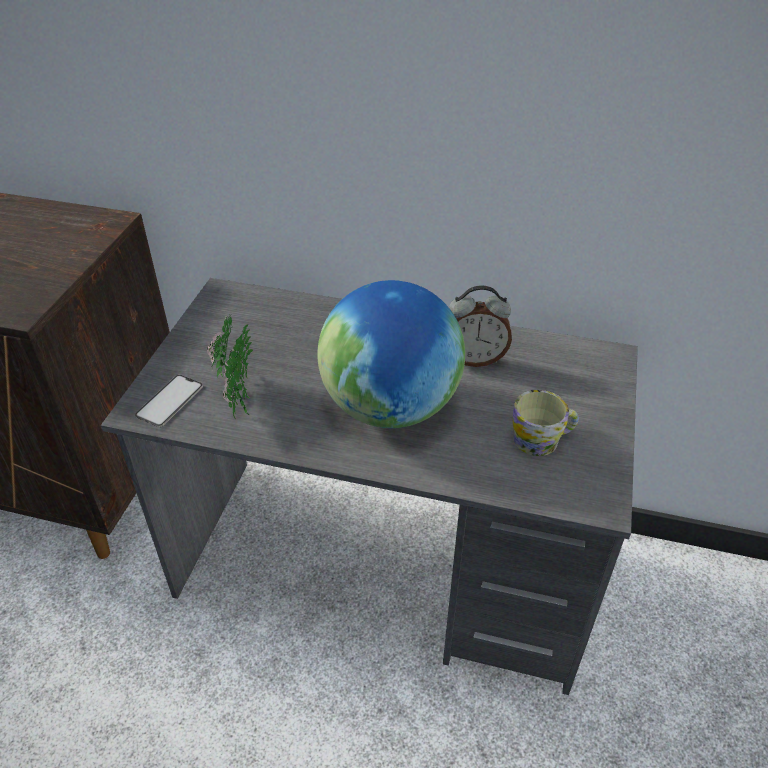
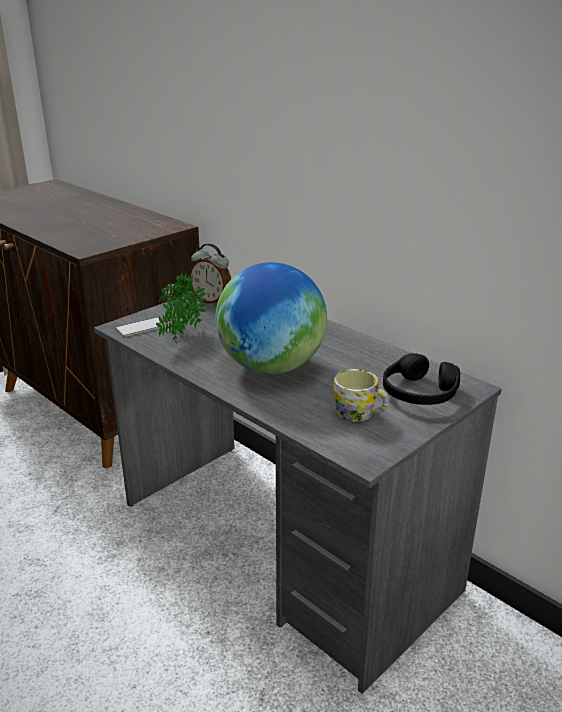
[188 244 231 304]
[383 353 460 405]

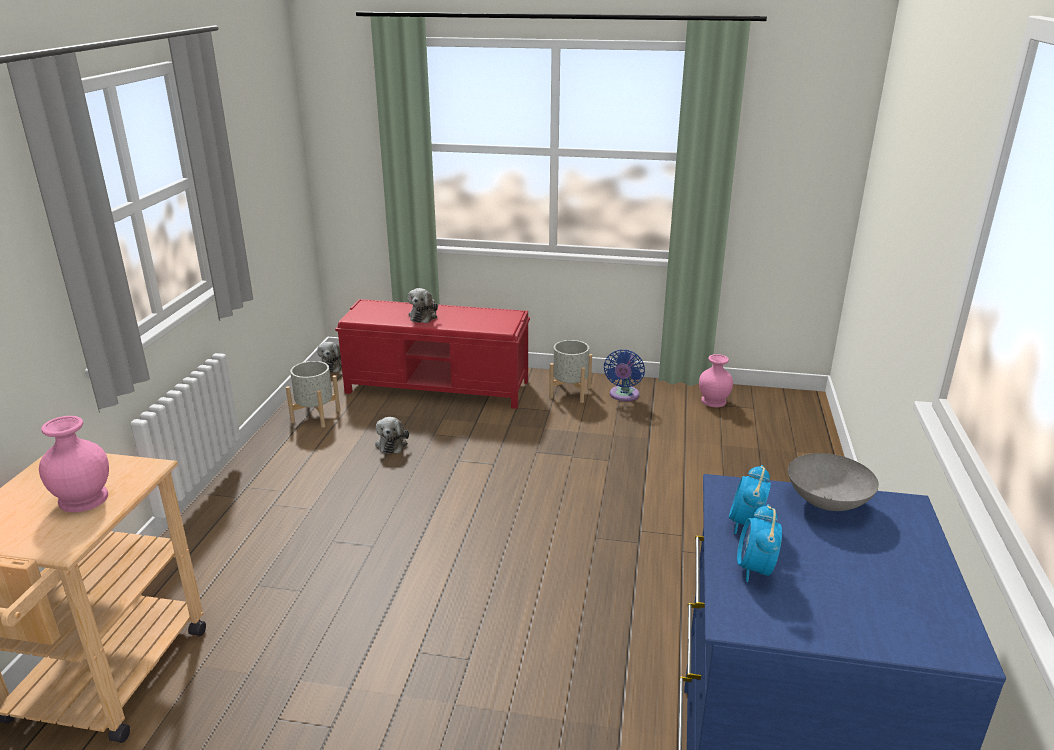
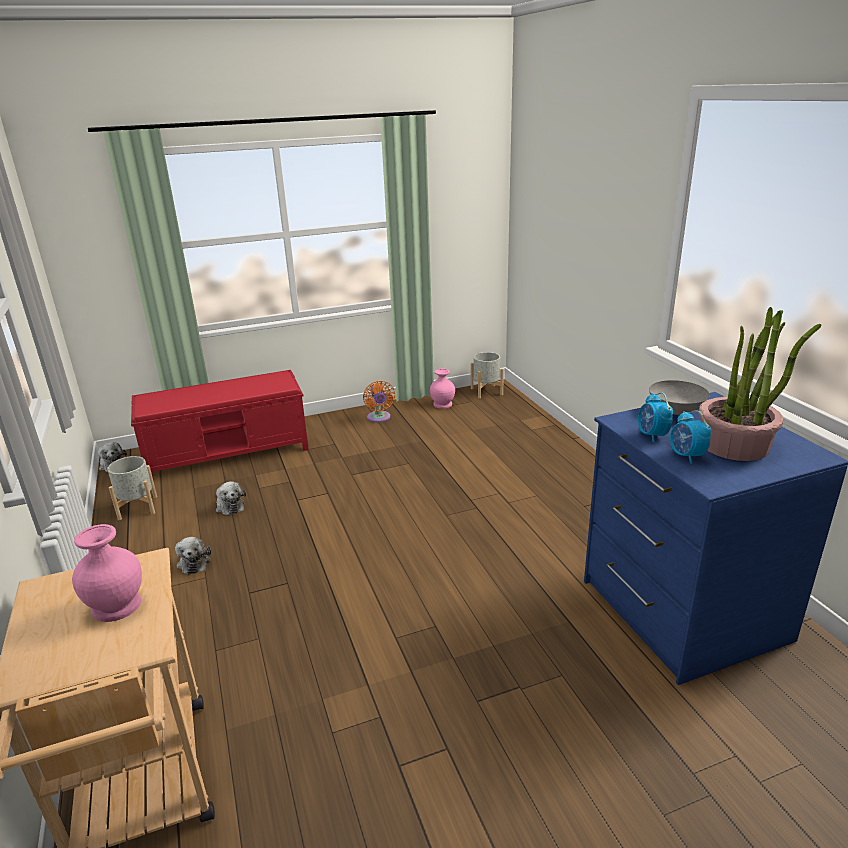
[175 537 211 575]
[363 381 395 423]
[471 352 504 398]
[699 307 821 461]

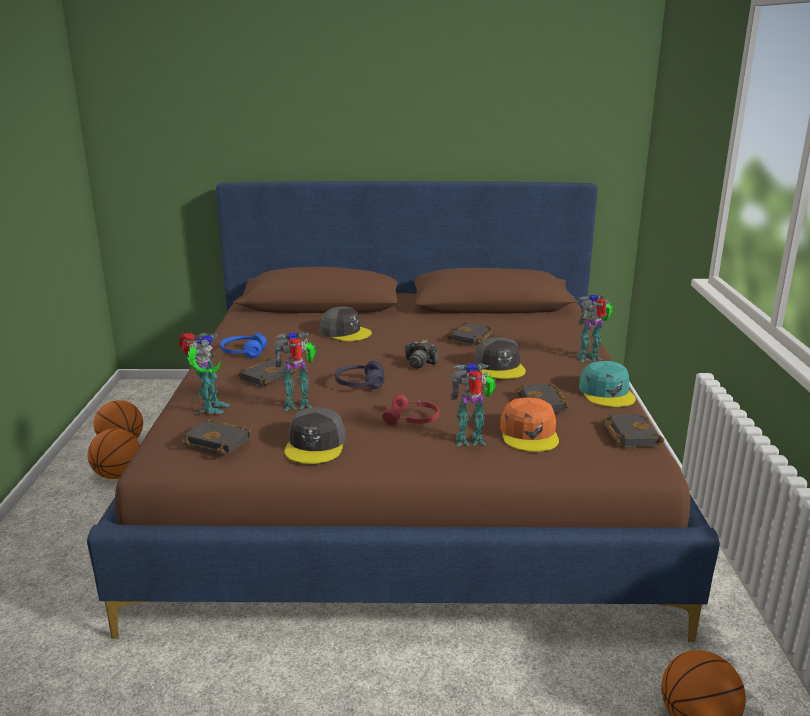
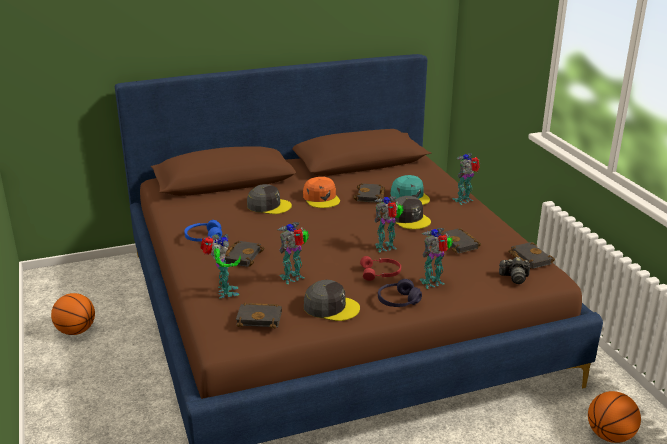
[303 177 340 208]
[304 280 360 321]
[374 196 404 252]
[378 279 422 307]
[391 175 430 205]
[499 257 530 284]
[88 428 140 479] (first image)

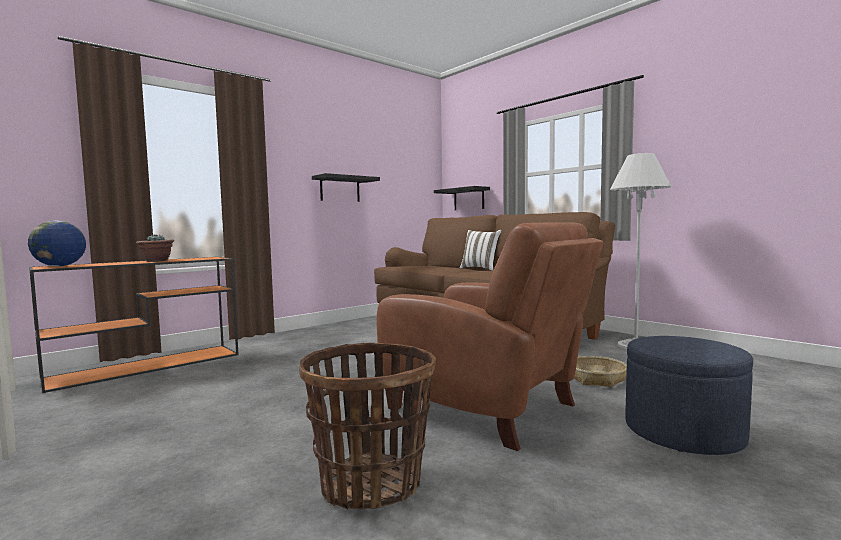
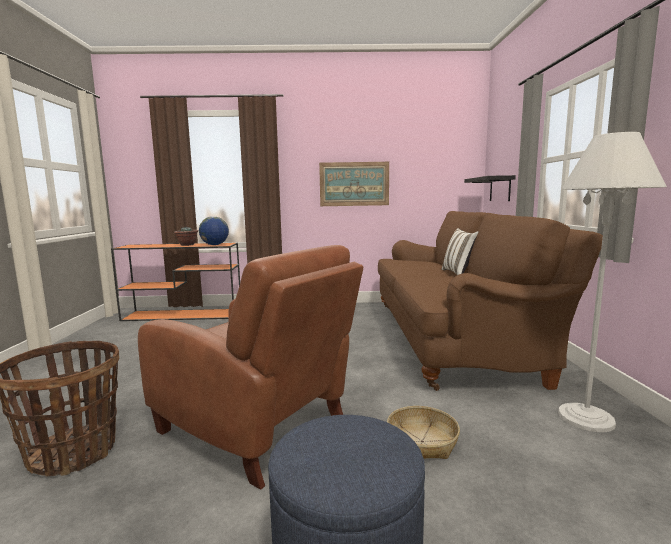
[138 245 363 490]
[199 216 229 245]
[319 162 389 206]

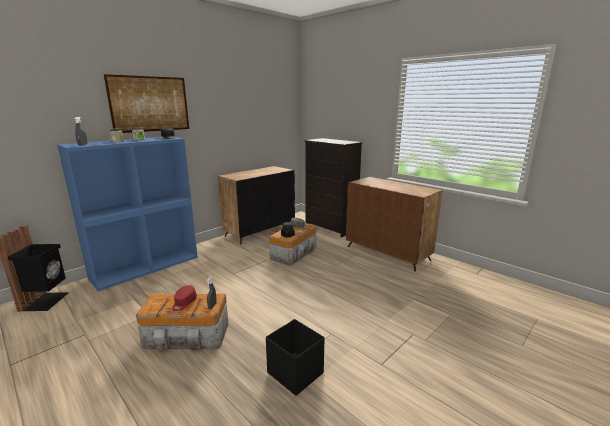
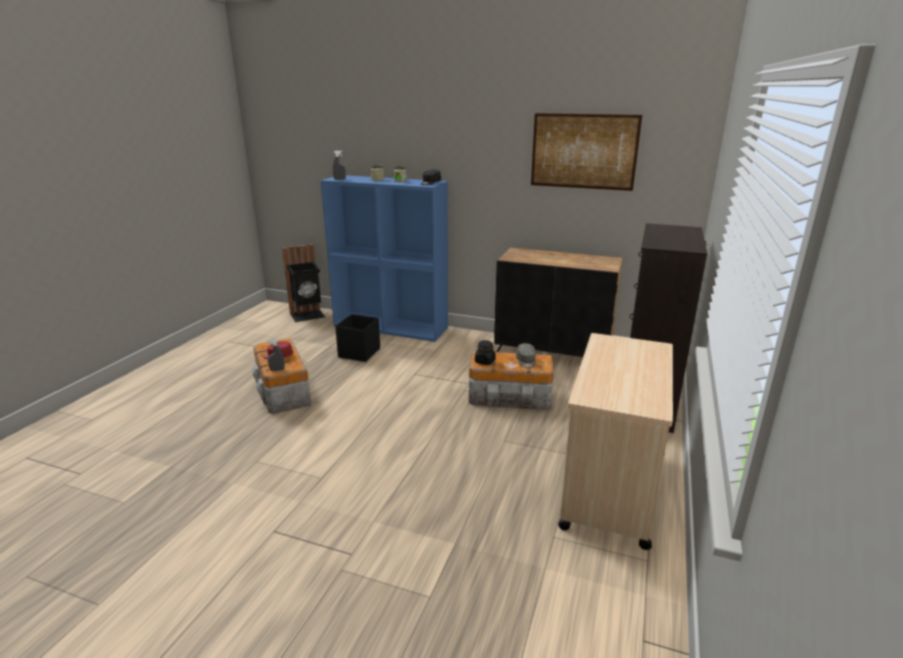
[335 314 380 362]
[531 113 642 191]
[558 333 673 550]

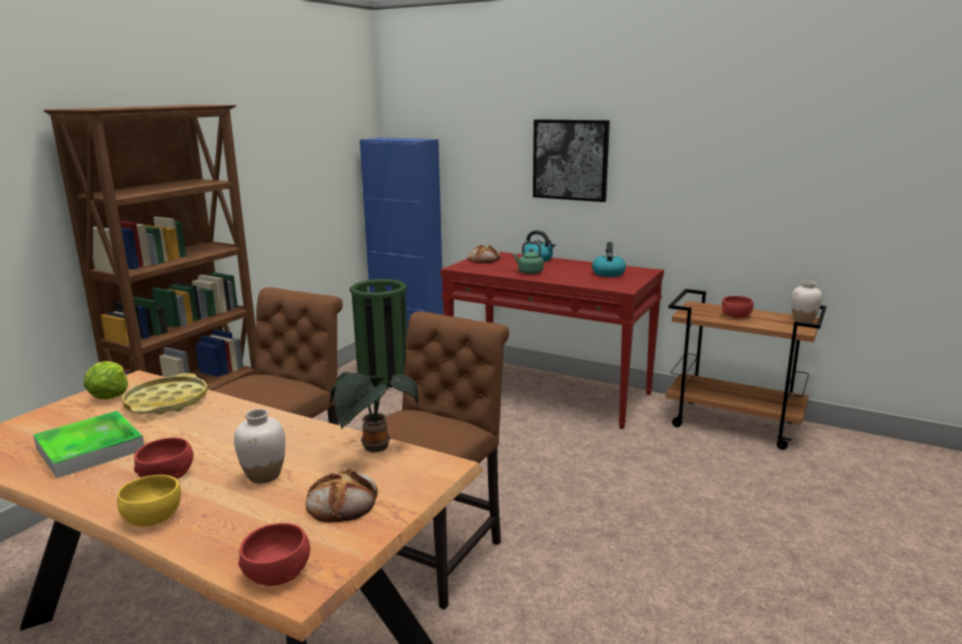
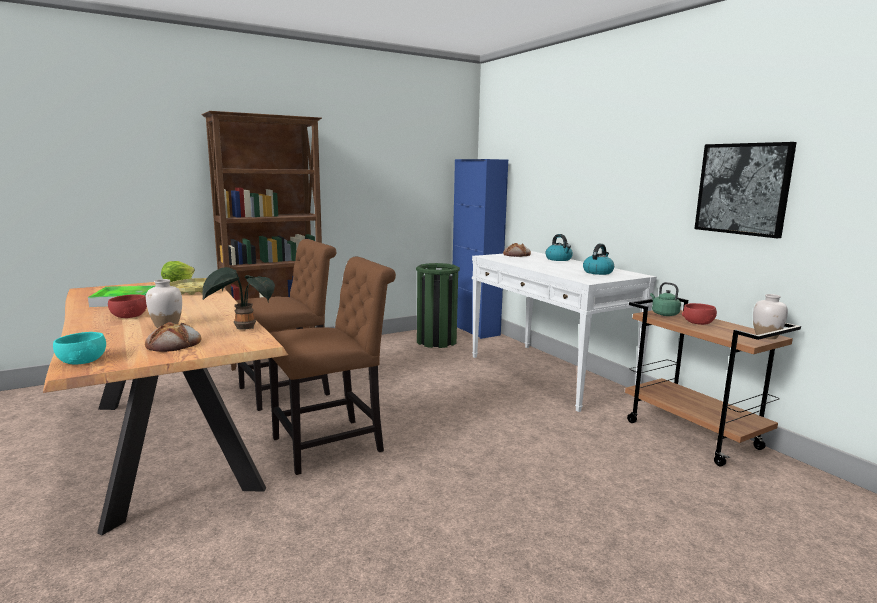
[53 332 106 365]
[472 251 657 412]
[650 282 681 316]
[694 142 797 238]
[117 475 181 527] (first image)

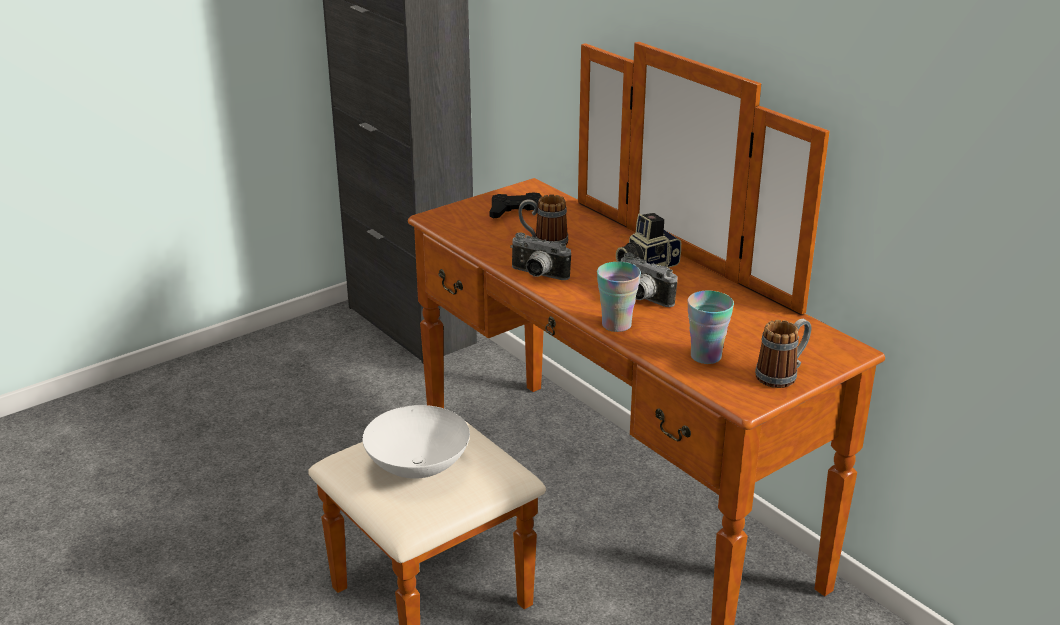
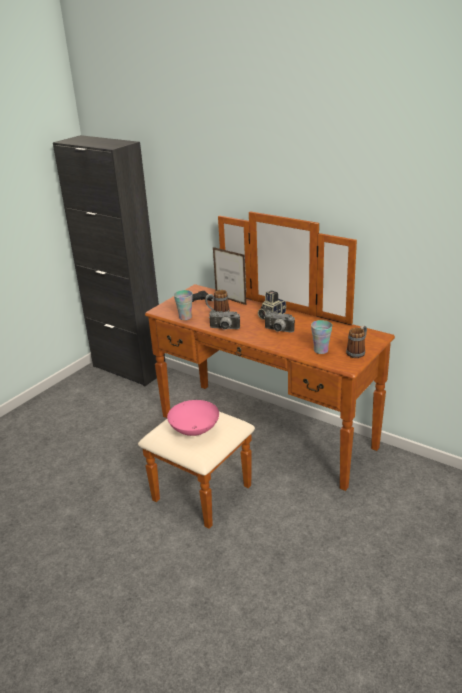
[167 400 219 436]
[174 290 193 320]
[213 247 246 305]

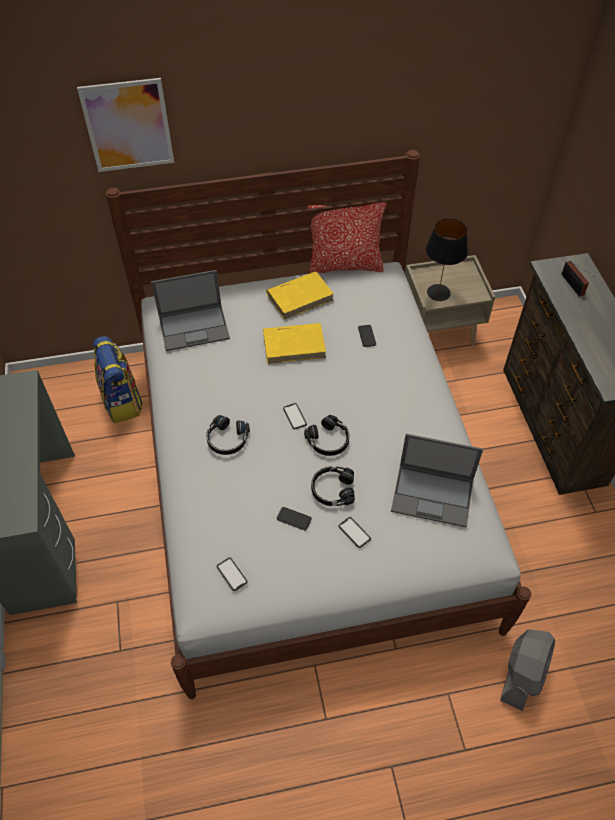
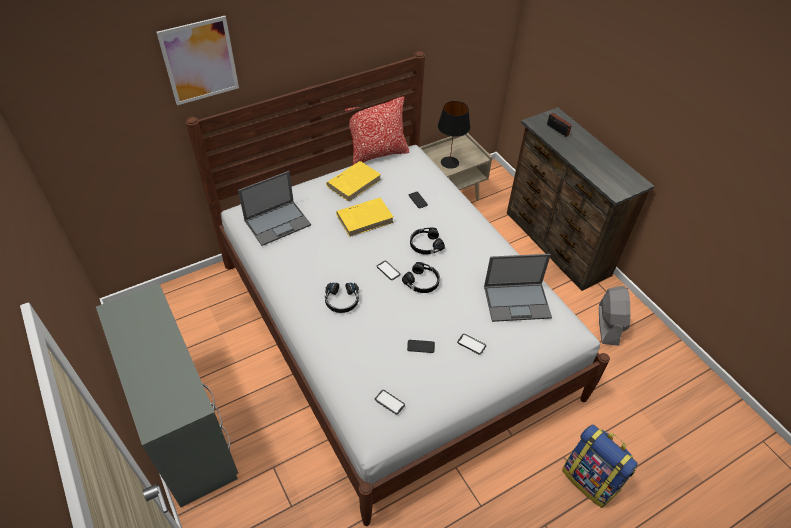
[410 227 445 255]
[562 424 638 508]
[599 285 630 346]

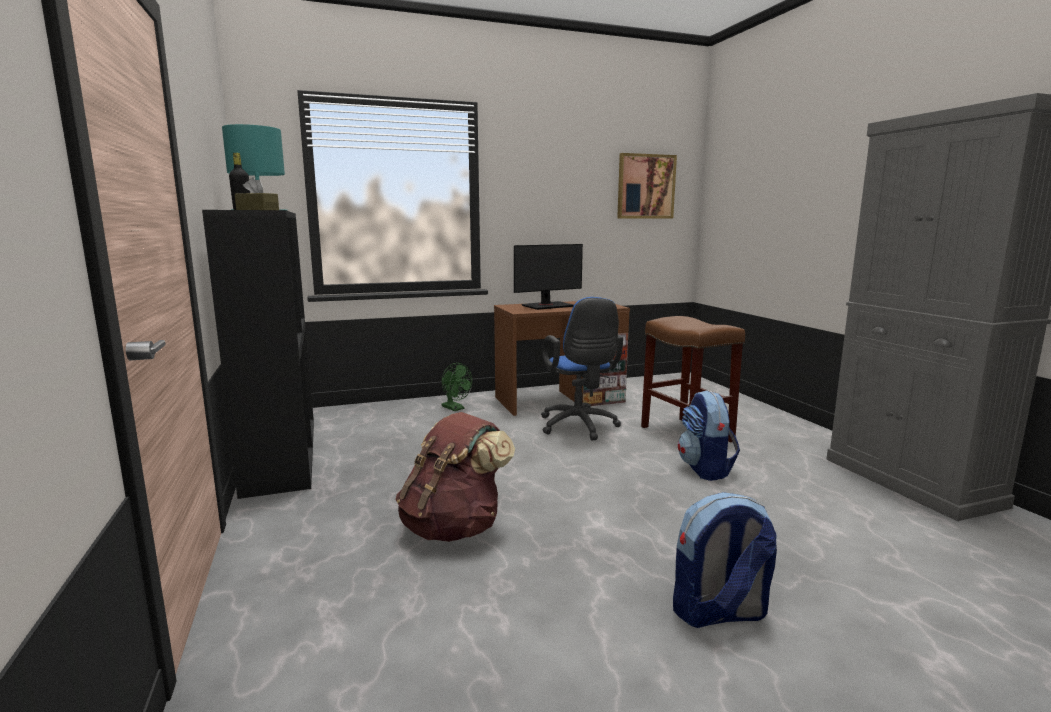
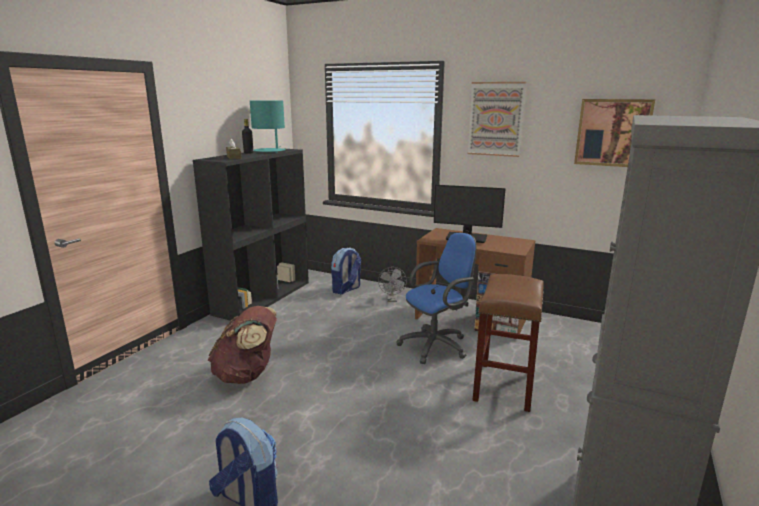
[331 248 361 294]
[378 267 407 302]
[396 233 477 364]
[468 82 526 157]

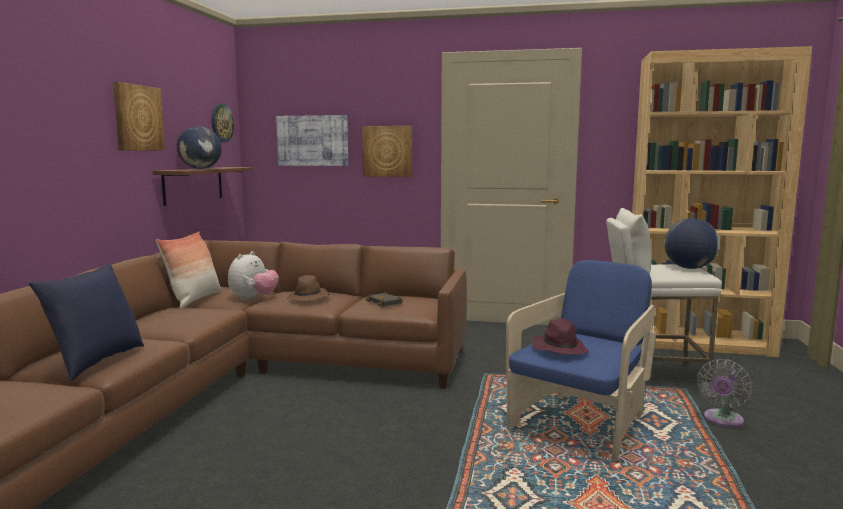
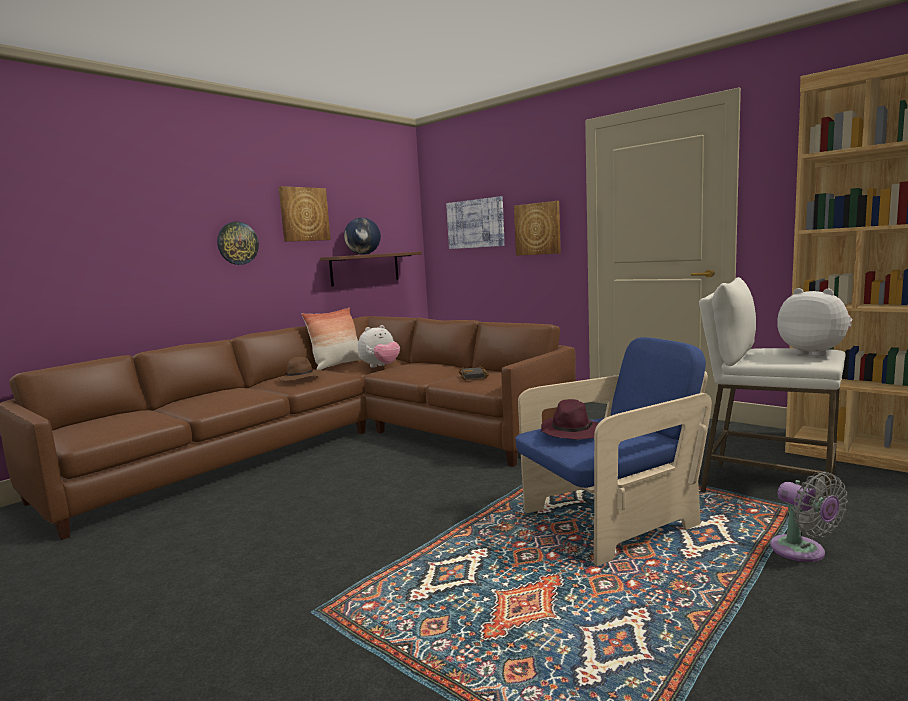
[217 222 259 265]
[278 357 322 381]
[770 472 848 562]
[777 288 852 356]
[29 264 144 381] (first image)

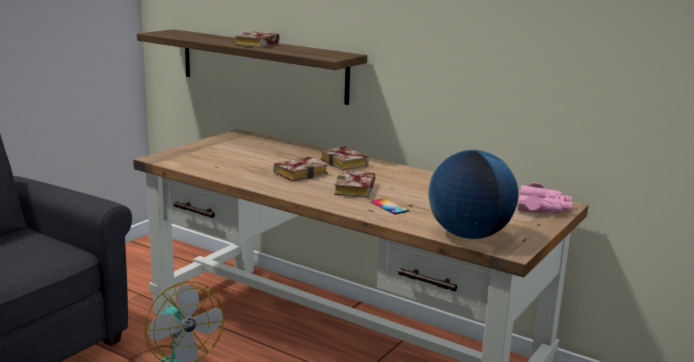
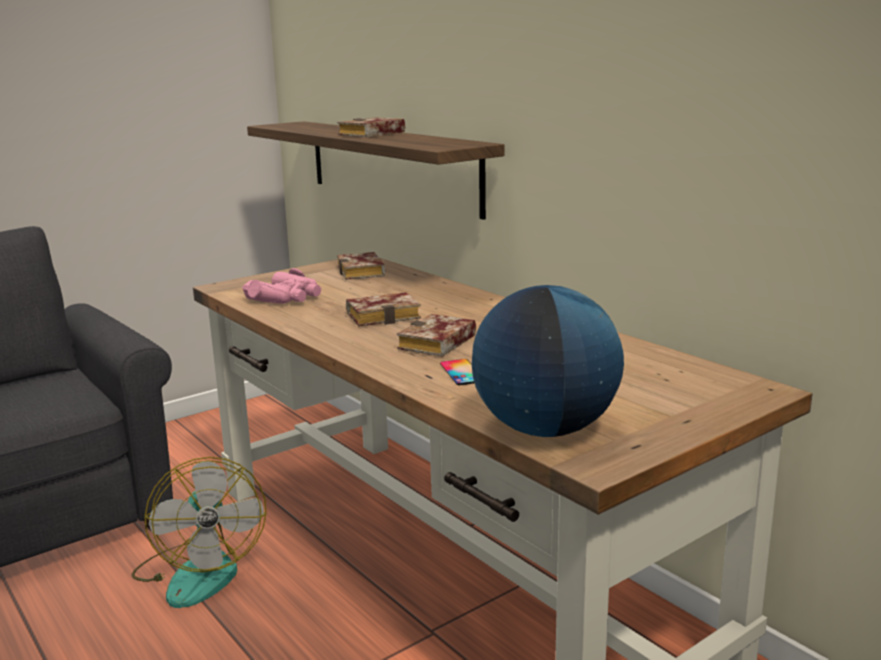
[242 268 321 304]
[337 252 385 280]

